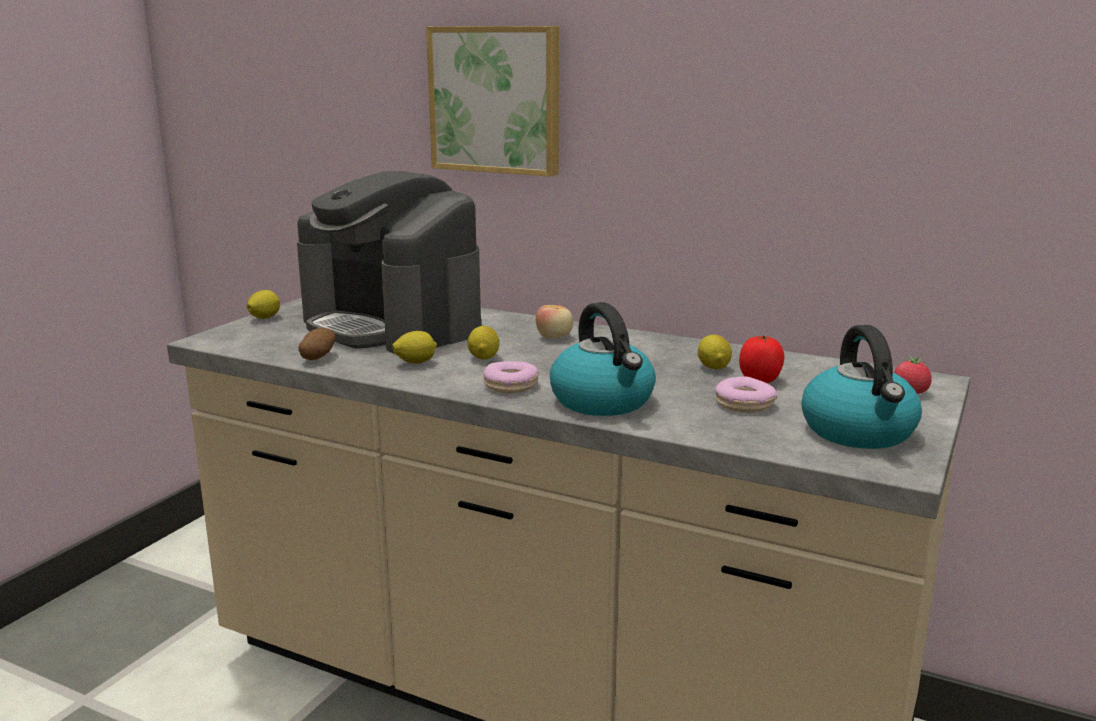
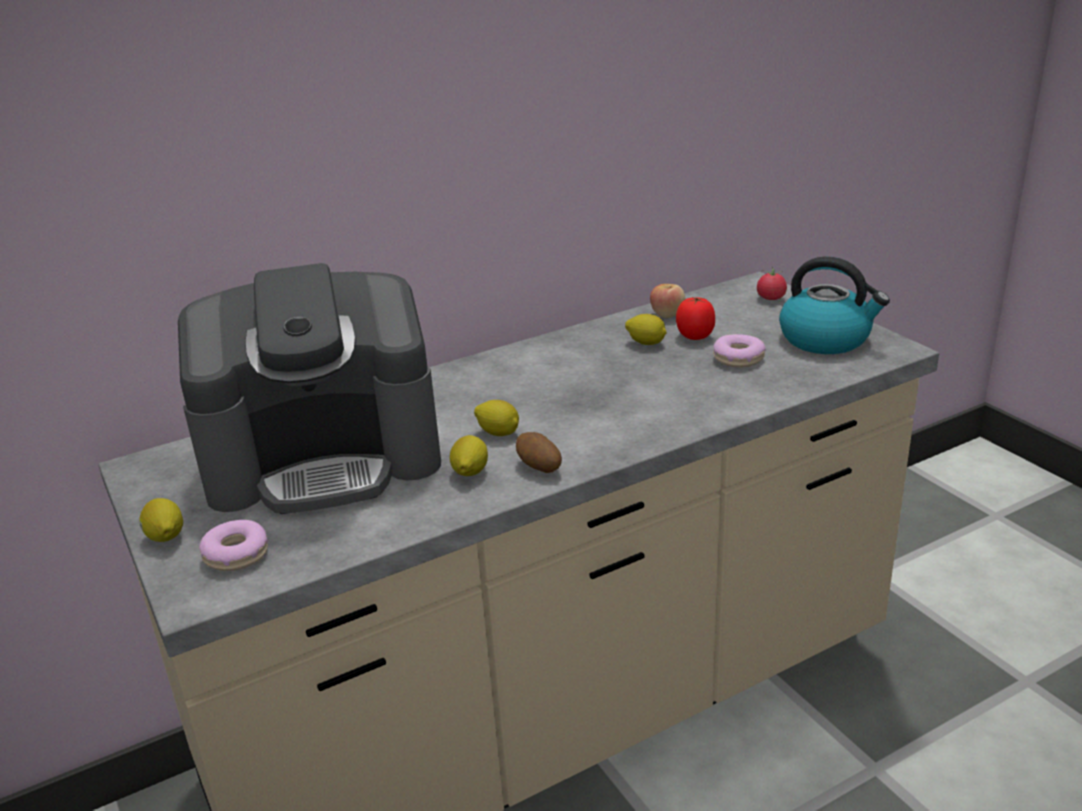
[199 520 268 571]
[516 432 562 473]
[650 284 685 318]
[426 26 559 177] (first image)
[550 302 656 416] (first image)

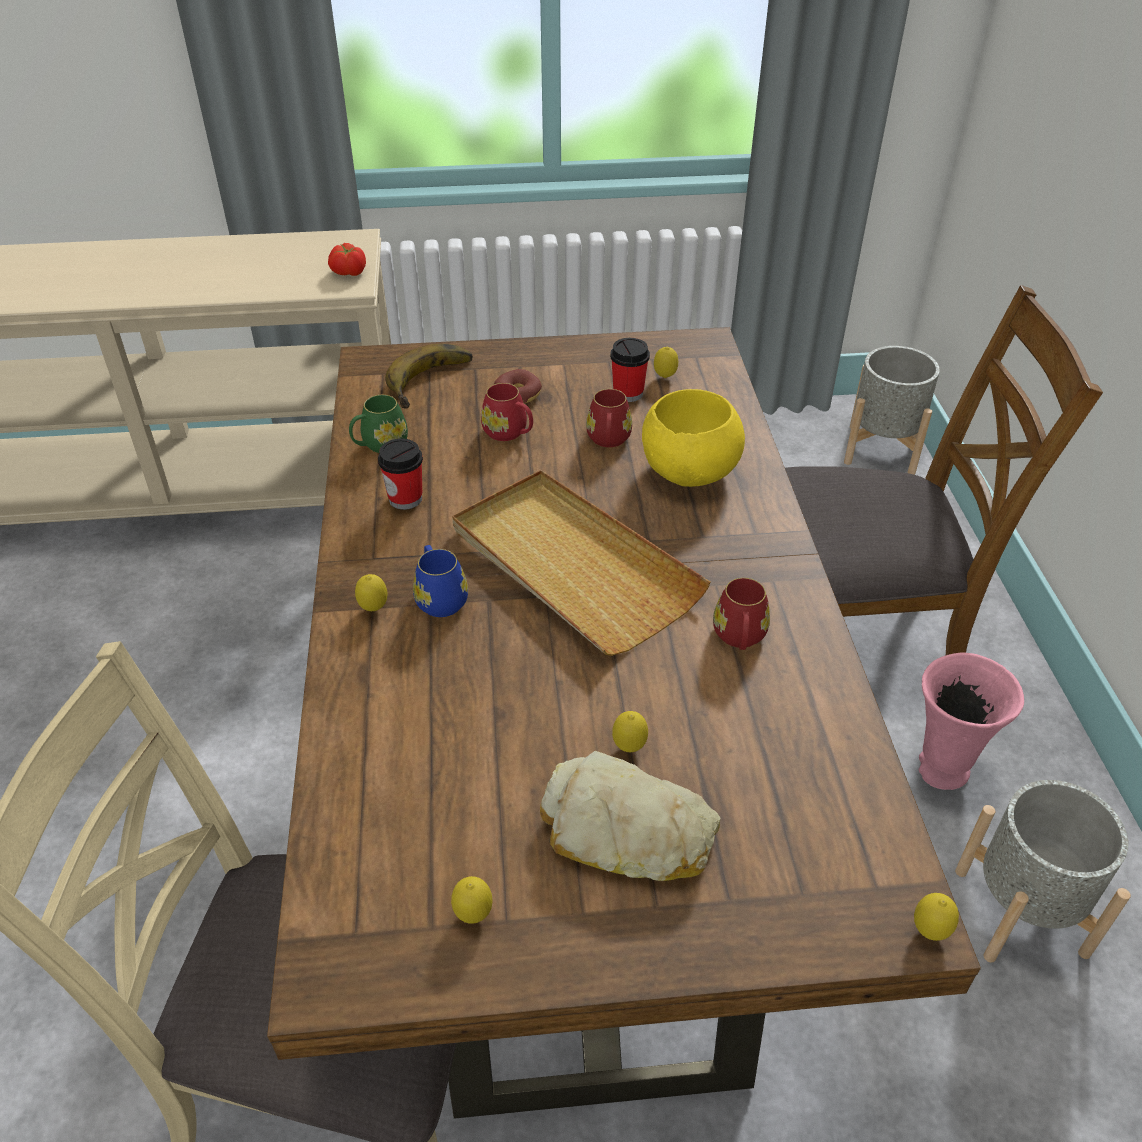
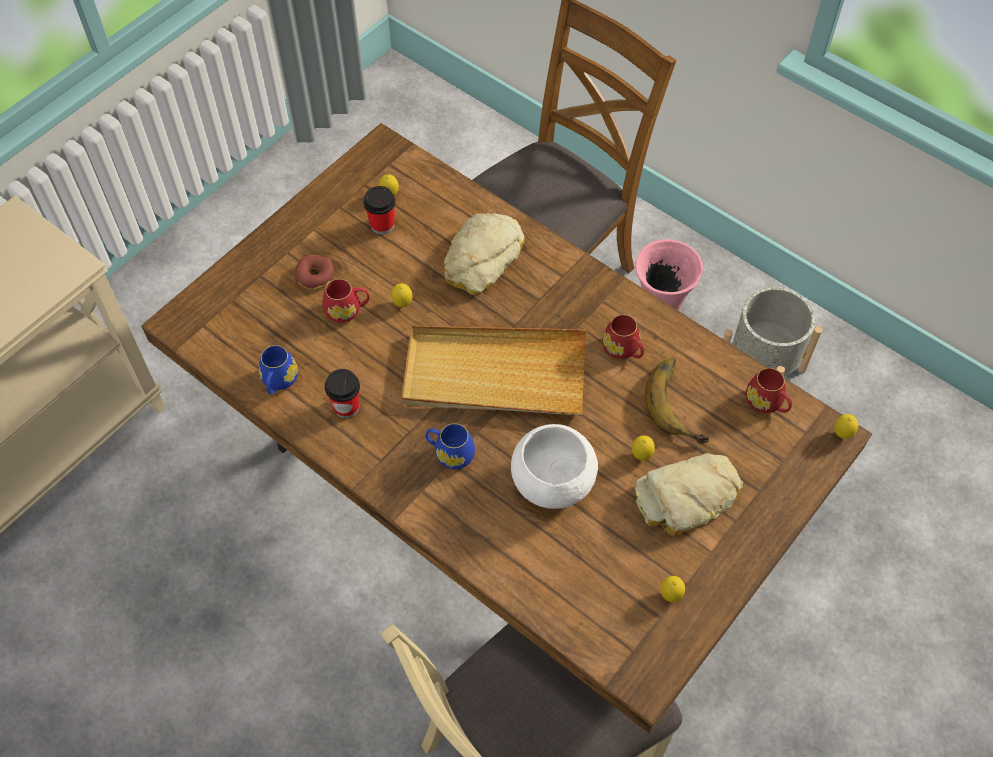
[259 345 298 394]
[391 283 413 307]
[444 212 525 295]
[511 424 598 509]
[645 358 709 444]
[746 368 792 413]
[328 243 366 276] (first image)
[844 346 940 475] (first image)

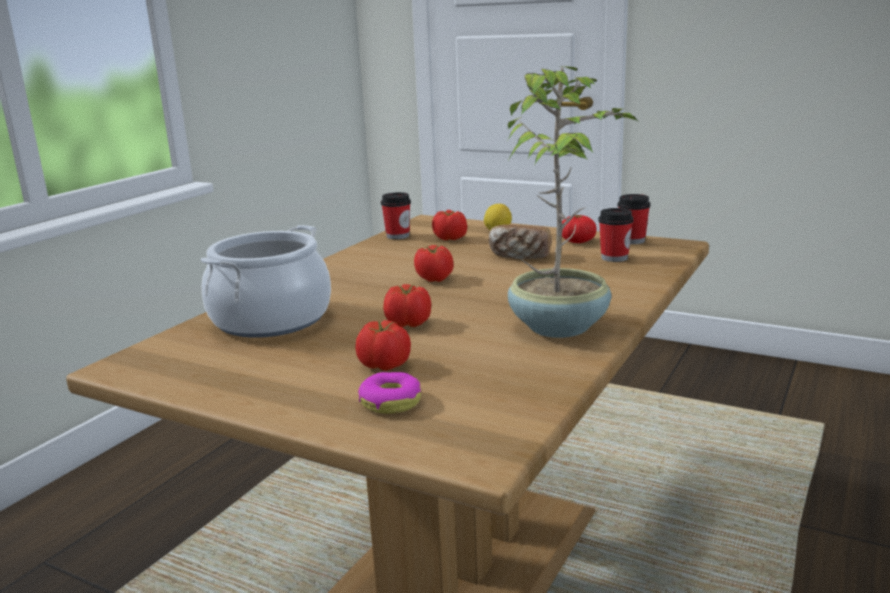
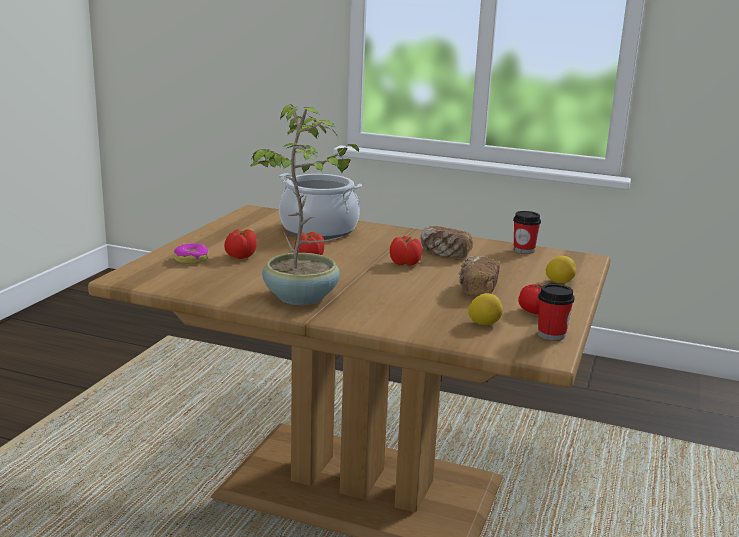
[420 226 473 258]
[468 293 503 325]
[432 210 467 240] (first image)

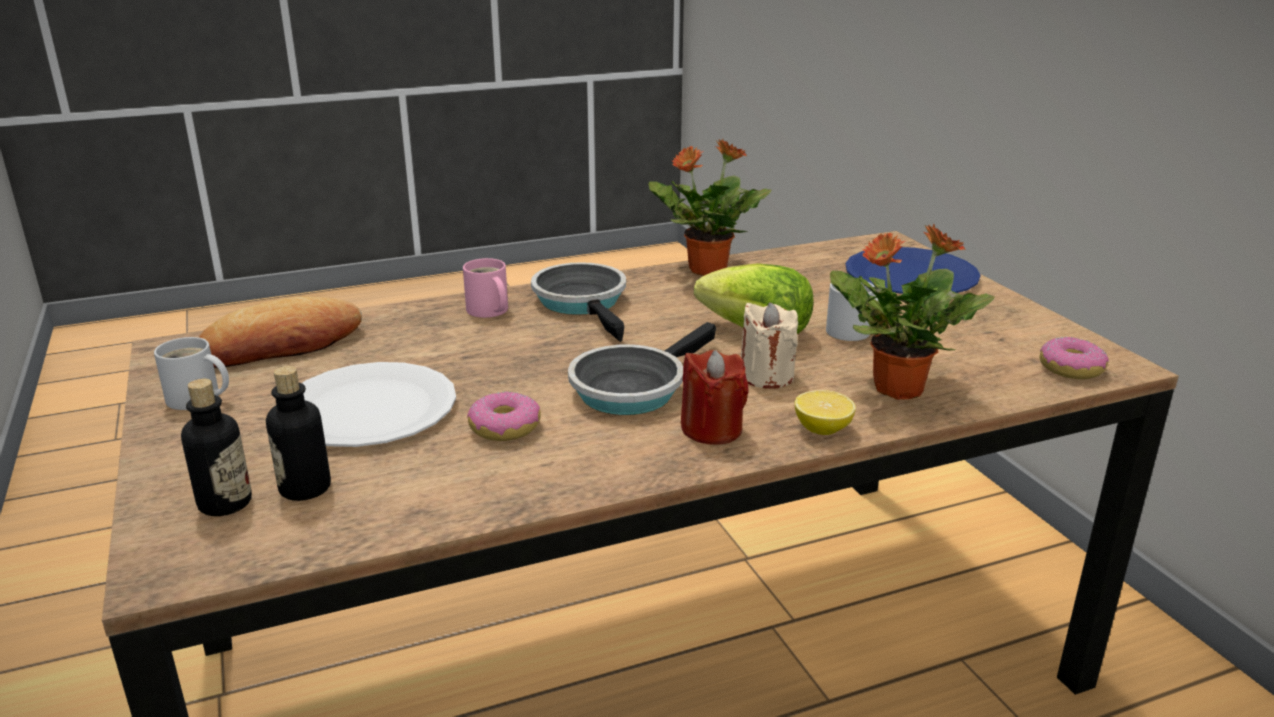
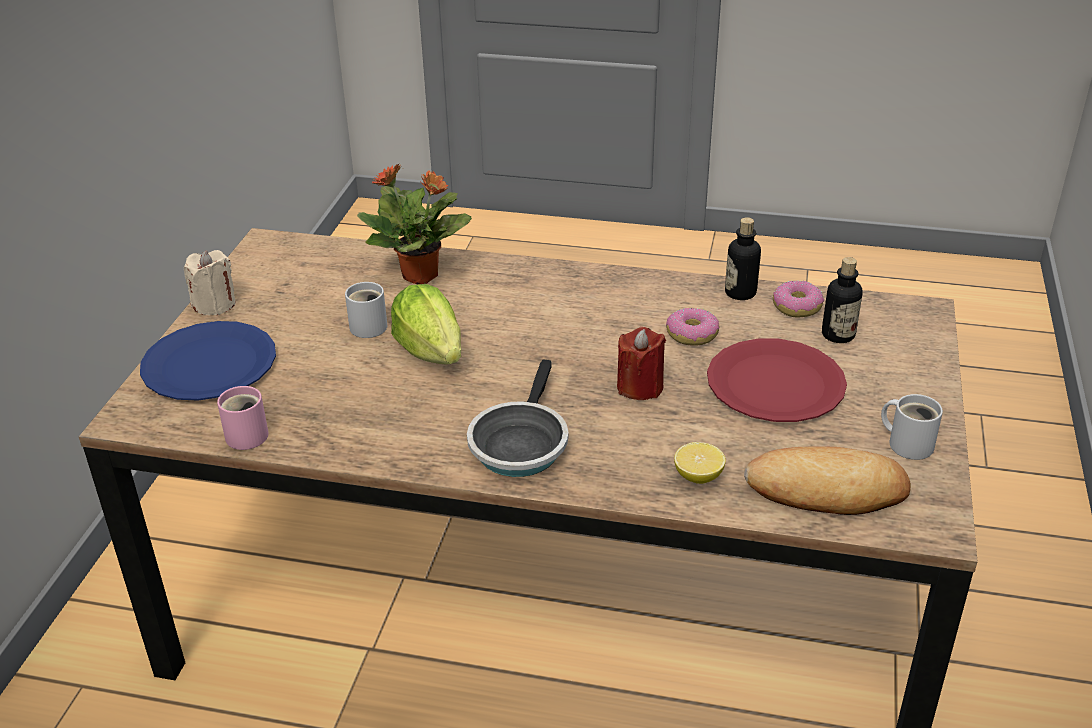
[184 250 236 315]
[217 386 269 450]
[617 327 666 400]
[674 442 726 484]
[707 339 847 422]
[725 217 761 300]
[773 280 824 318]
[568 322 716 415] (first image)
[648 139 772 276] (first image)

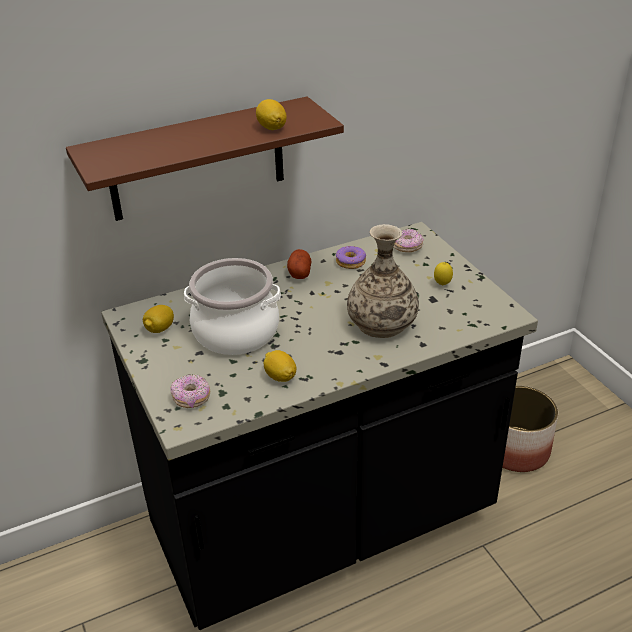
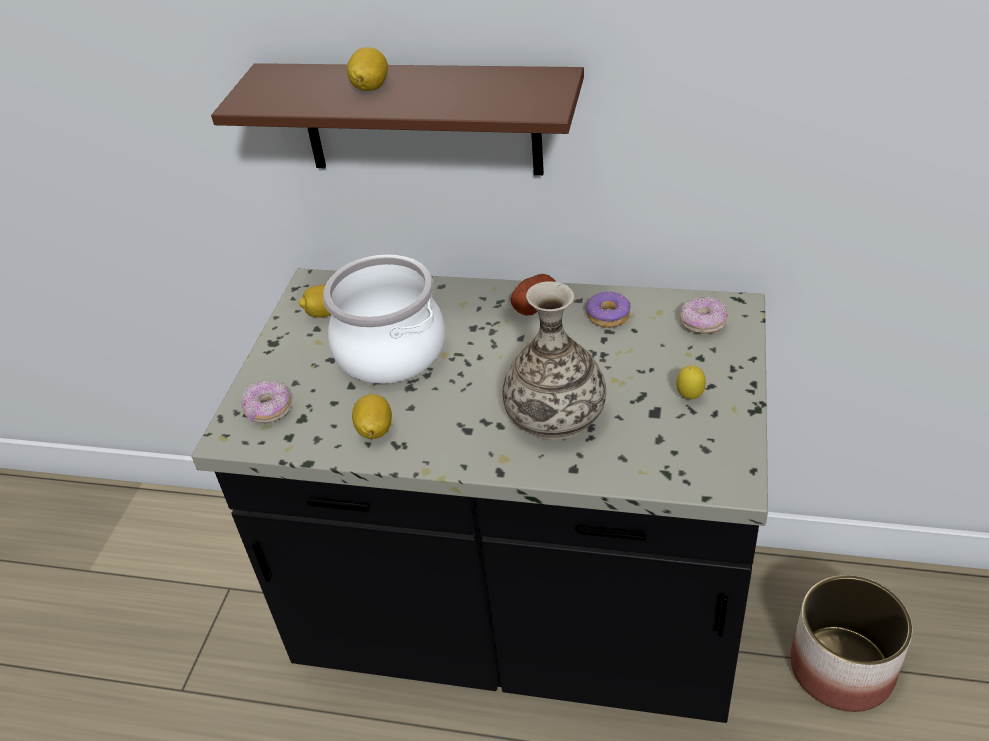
[347 47 388 91]

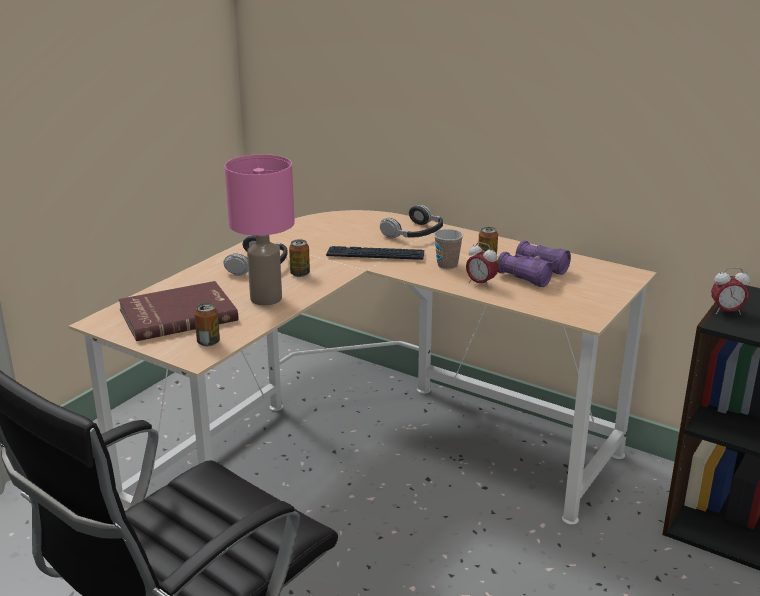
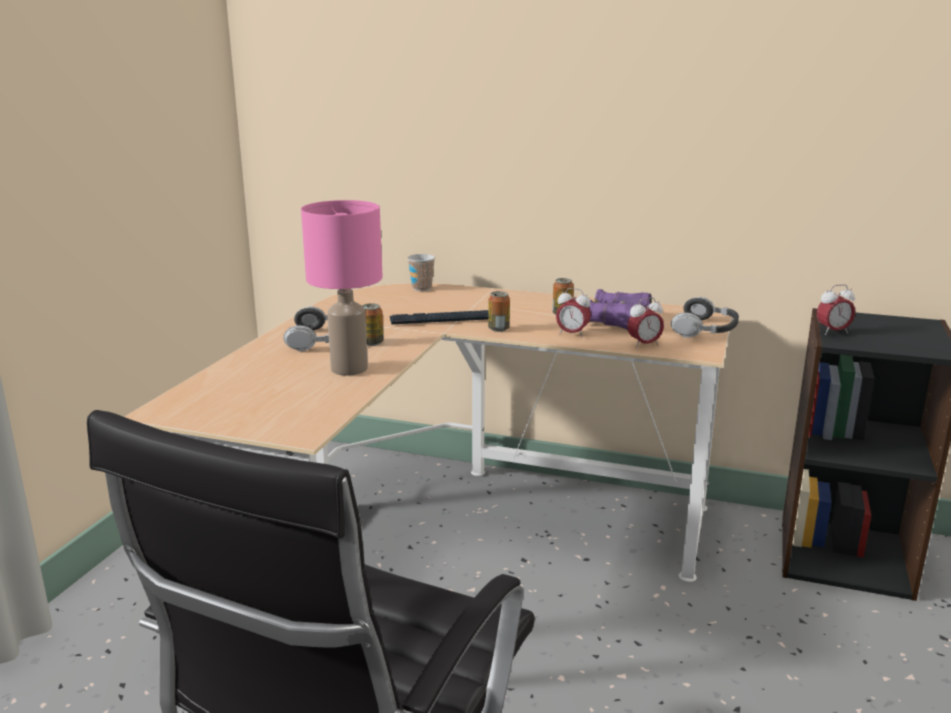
[407 254 435 291]
[488 291 510 332]
[627 297 664 348]
[671 297 739 338]
[118 281 238 341] (first image)

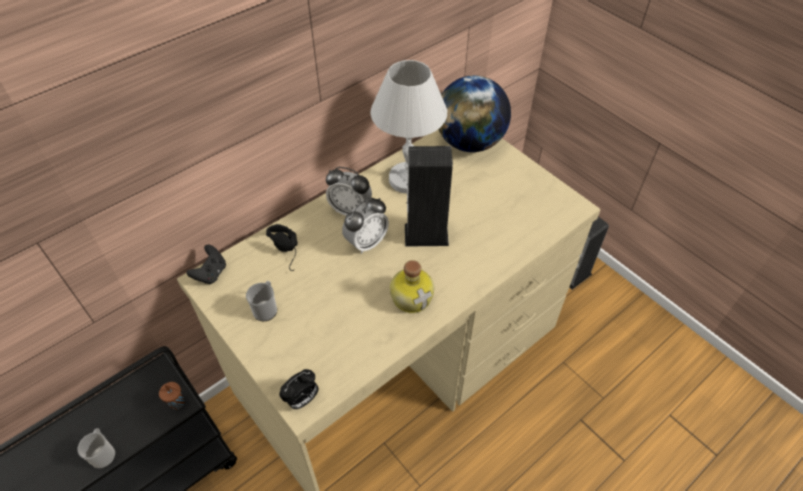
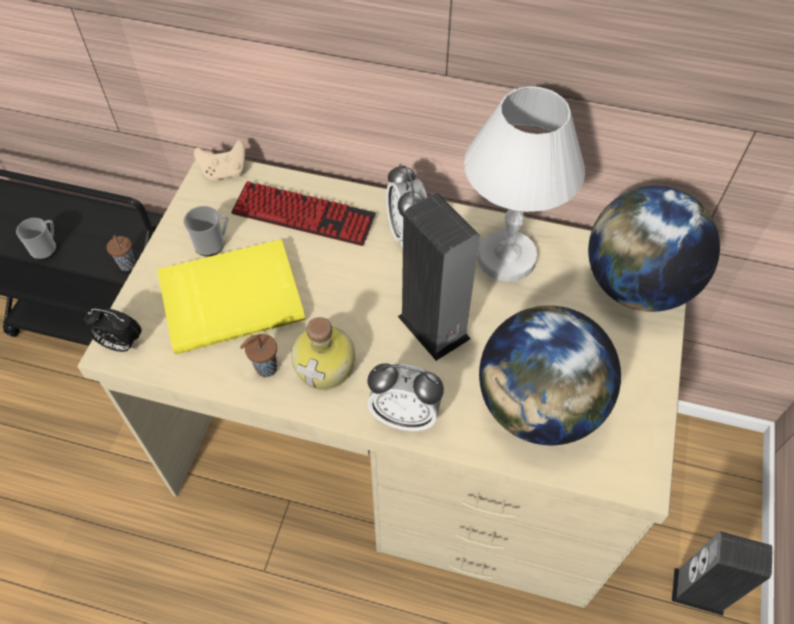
[157 239 306 354]
[194 140 245 180]
[231 181 376 246]
[240 334 277 377]
[367 363 444 431]
[479 305 621 445]

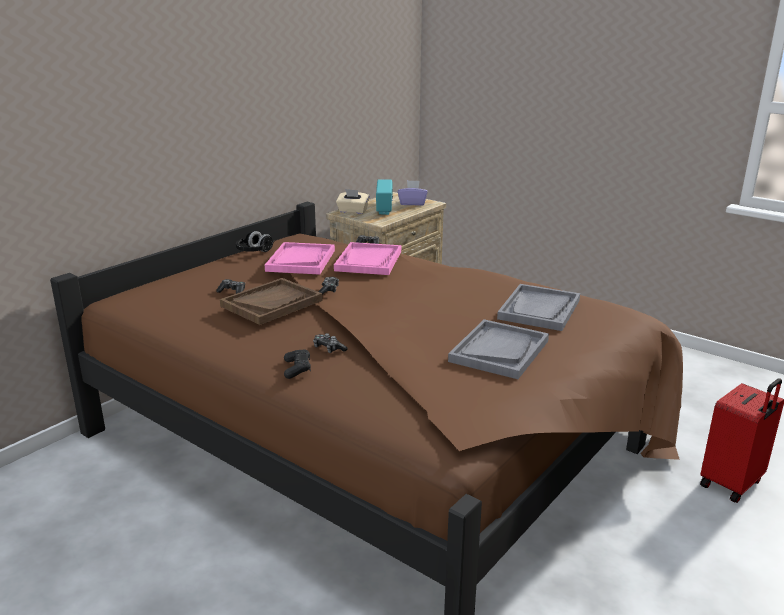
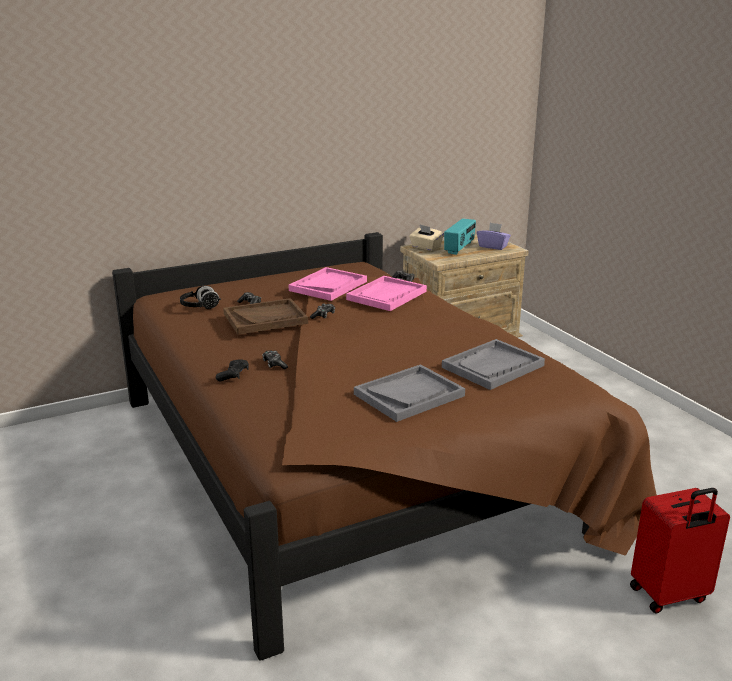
[180 286 221 309]

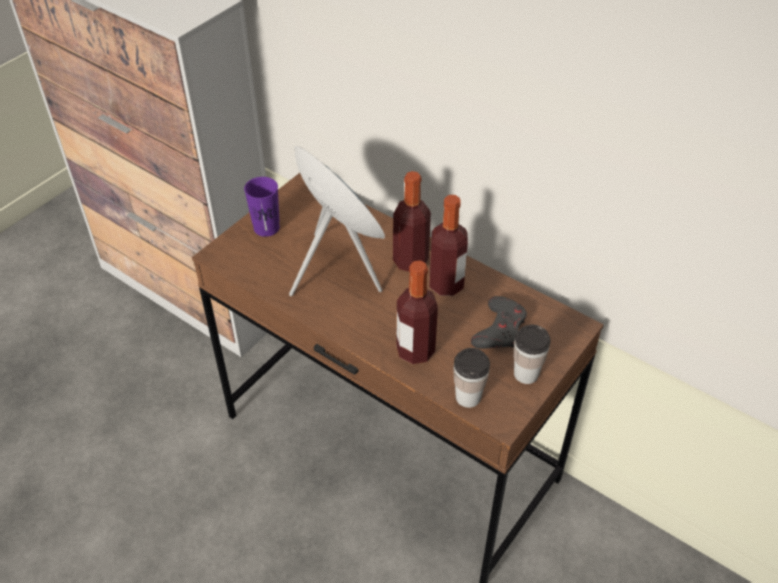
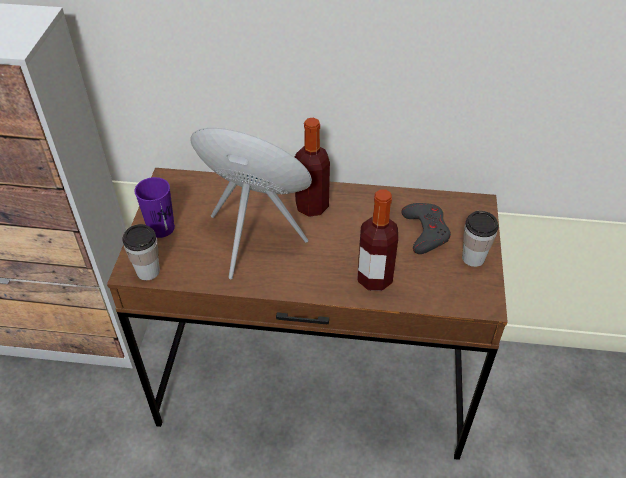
[122 224 160 280]
[430 195 468 296] (first image)

